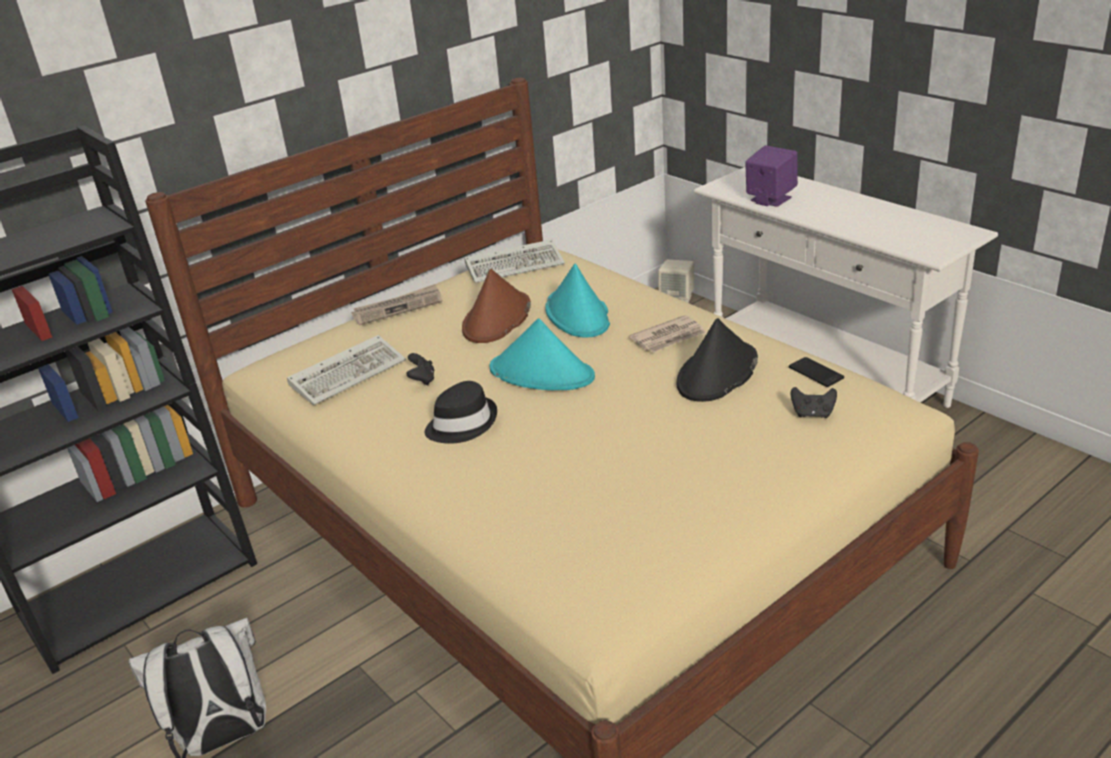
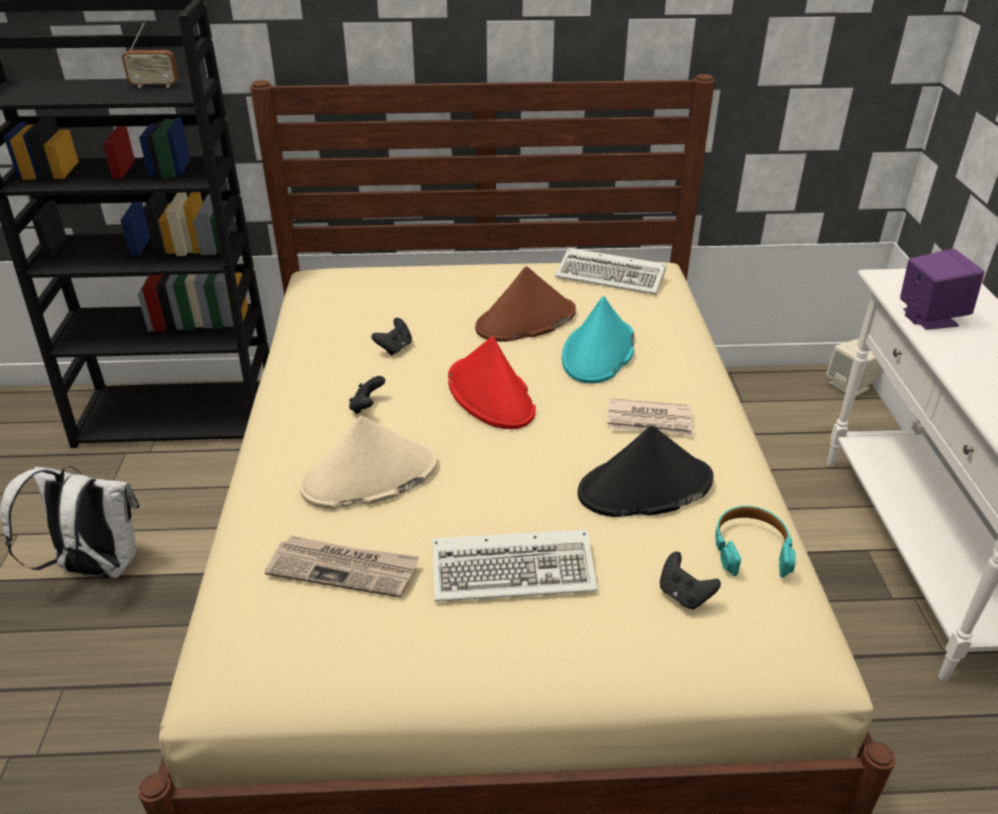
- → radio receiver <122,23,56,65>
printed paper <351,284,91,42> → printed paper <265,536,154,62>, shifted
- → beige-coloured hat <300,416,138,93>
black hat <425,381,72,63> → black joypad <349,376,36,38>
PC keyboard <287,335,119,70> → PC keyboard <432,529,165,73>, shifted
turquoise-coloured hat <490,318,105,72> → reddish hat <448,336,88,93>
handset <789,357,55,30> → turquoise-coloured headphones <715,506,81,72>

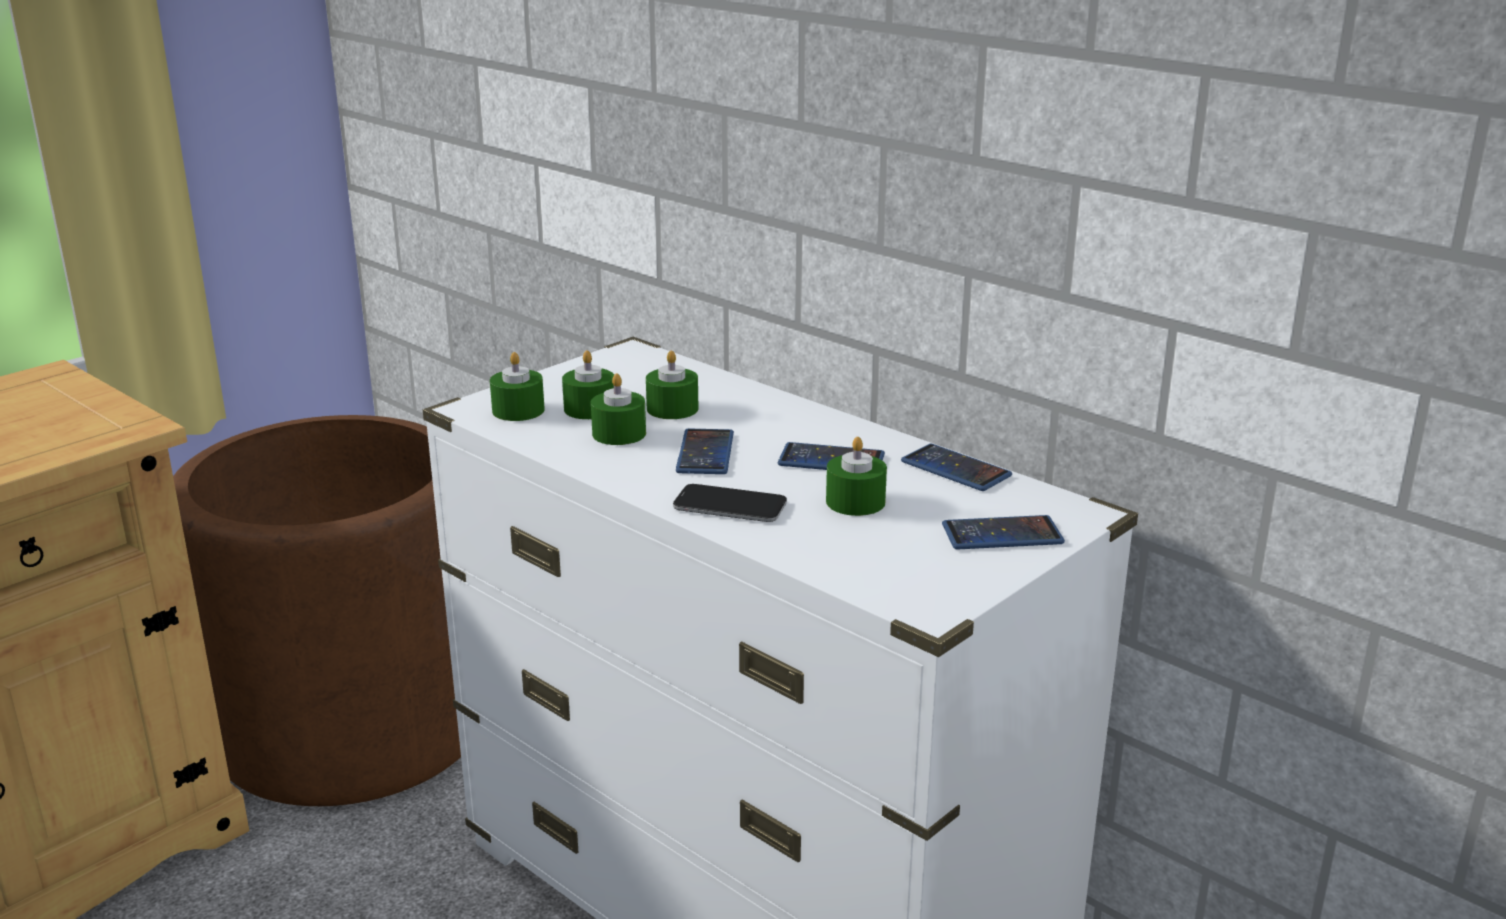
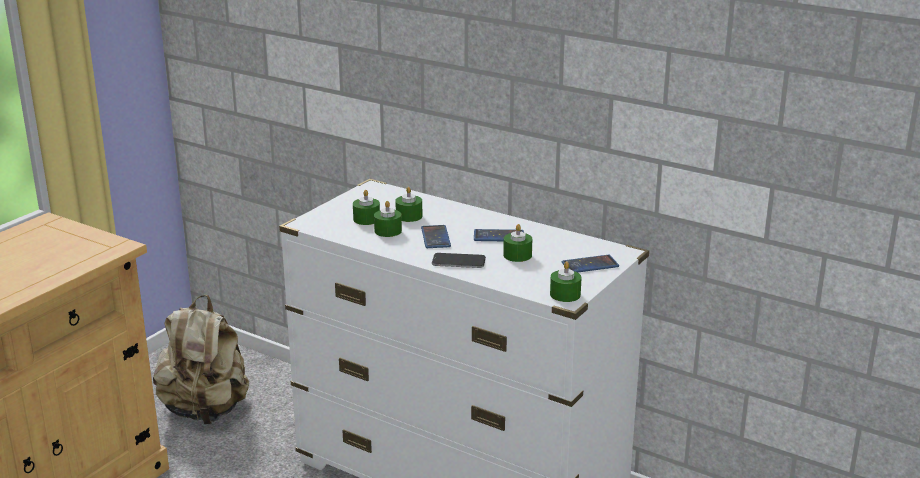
brown planter <173,415,288,391> → beige-coloured backpack <153,295,96,130>
green-coloured wax light <490,352,55,69> → green-coloured wax light <550,262,31,40>, shifted
handset <901,444,111,47> → -

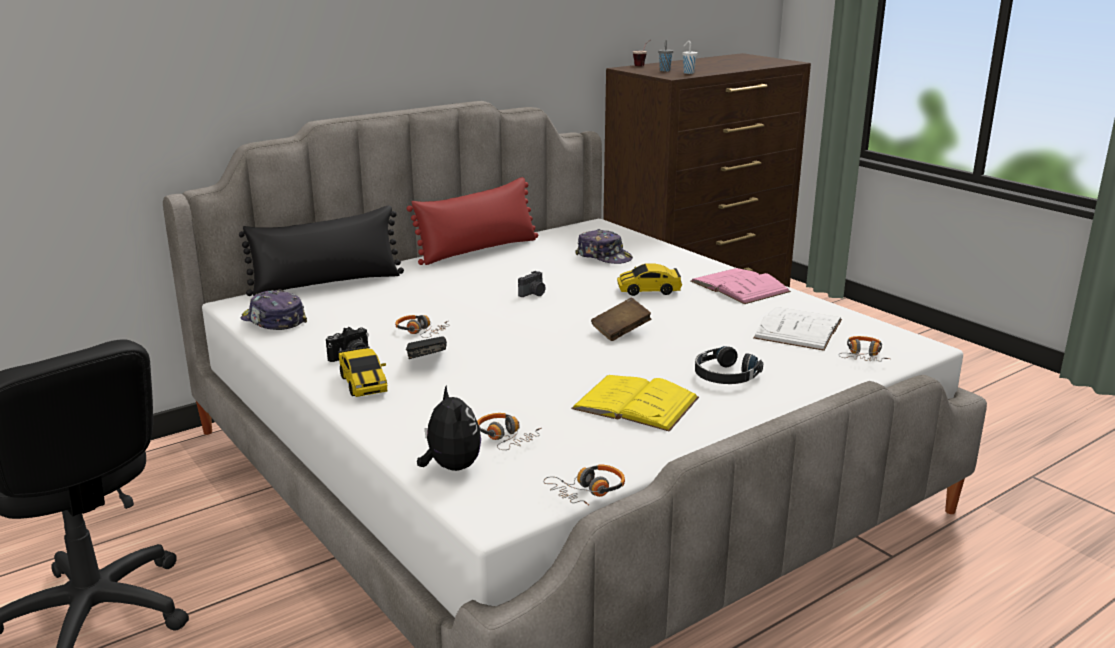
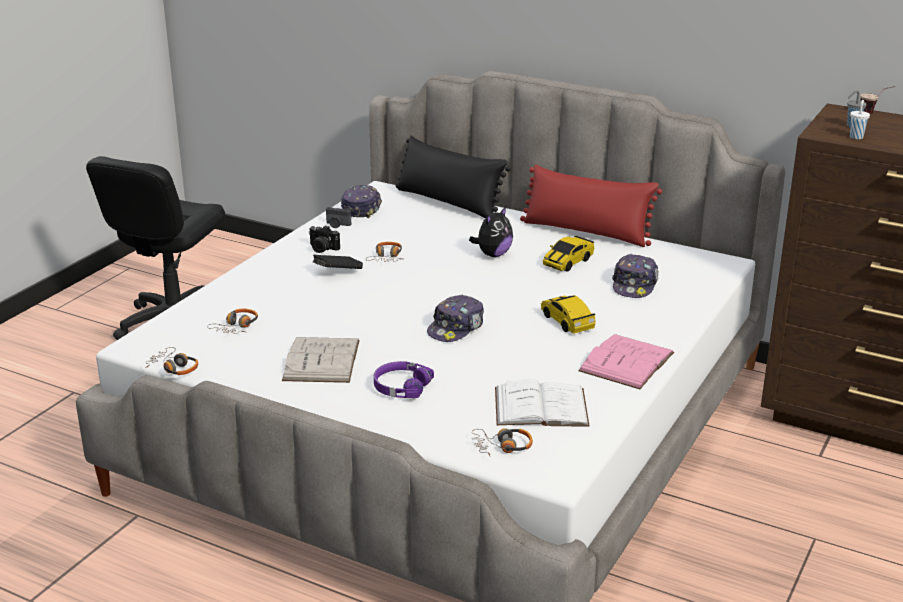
yellowish book <571,375,128,57> → whitish book <282,337,78,46>
photo camera <518,271,28,26> → photo camera <326,207,25,21>, shifted
black headphones <695,346,69,38> → purplish headphones <374,361,60,37>
brown book <591,298,61,43> → cap <427,294,57,48>
cuddly toy <417,385,64,86> → cuddly toy <469,207,44,50>, shifted
toy car <338,346,50,51> → toy car <543,236,51,36>, shifted

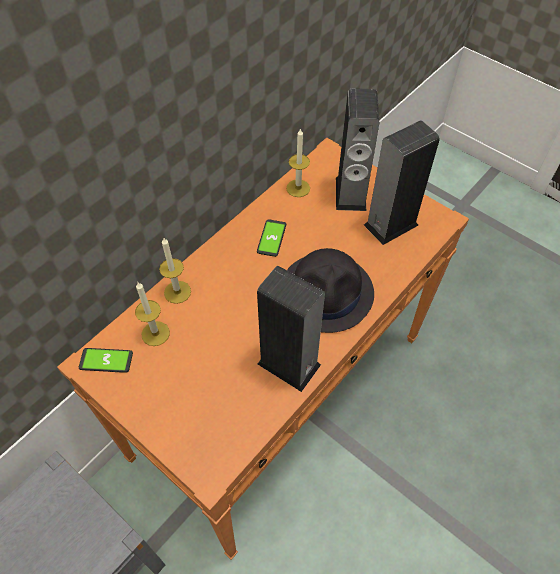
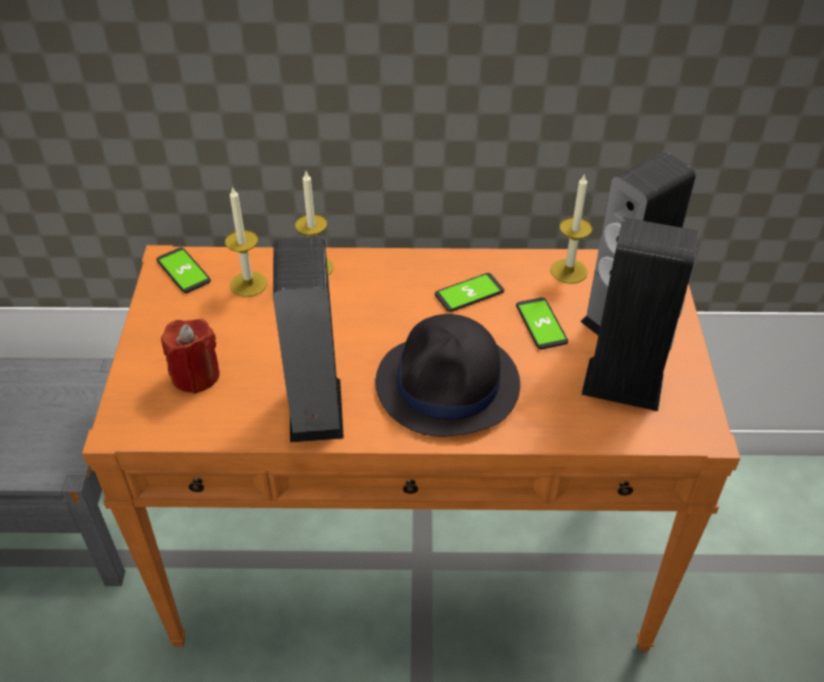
- → reddish wax light <161,319,58,75>
- → handset <516,297,52,52>

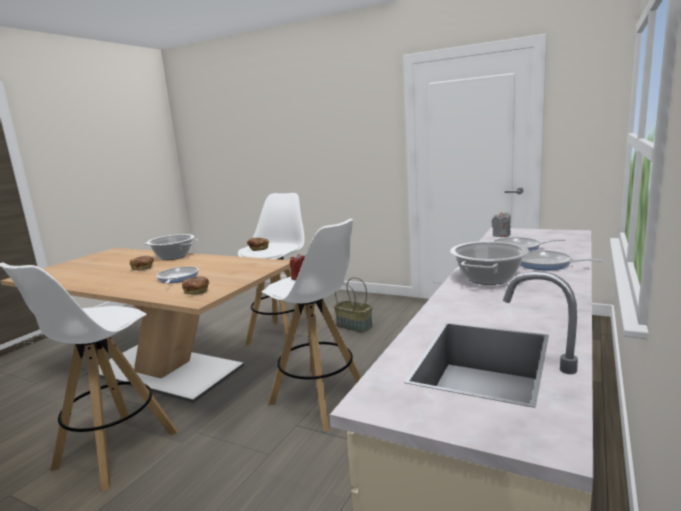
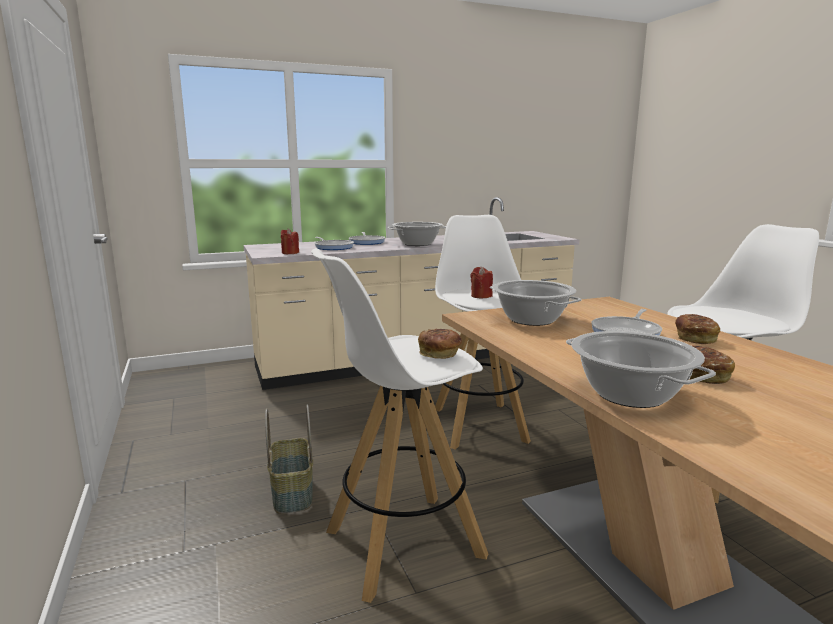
gray wax light <491,212,20,25> → reddish wax light <281,228,18,26>
- → saucepot <490,280,91,46>
bakery bread <182,276,27,19> → bakery bread <675,314,45,30>, shifted

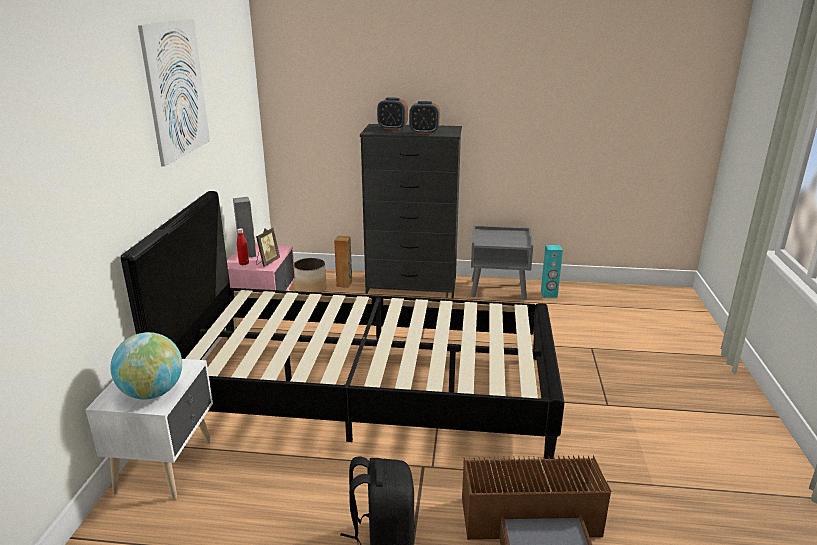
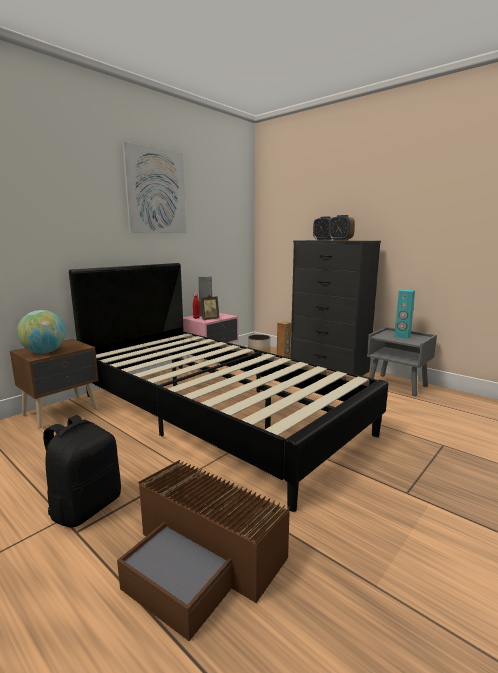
whitish nightstand <85,359,128,141> → brown nightstand <10,339,89,89>
turquoise-coloured audio speaker <541,245,22,53> → turquoise-coloured audio speaker <394,289,21,50>, shifted

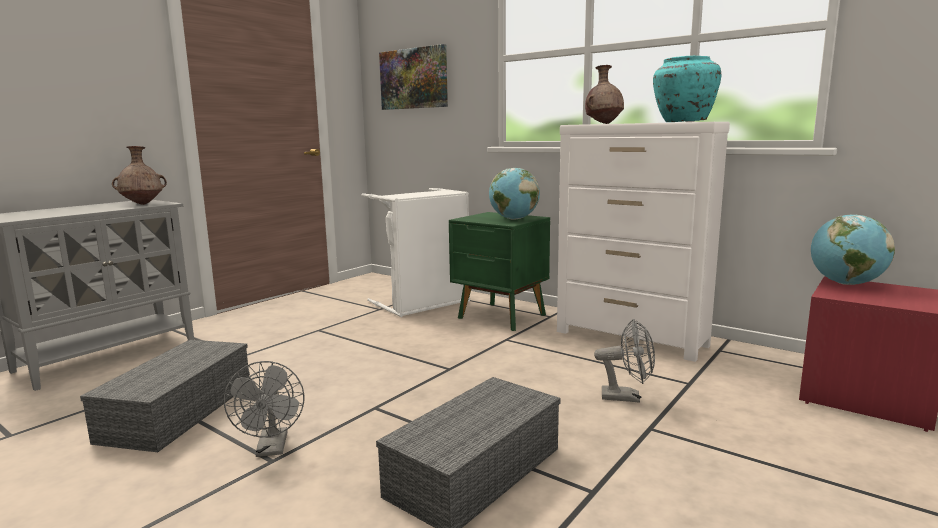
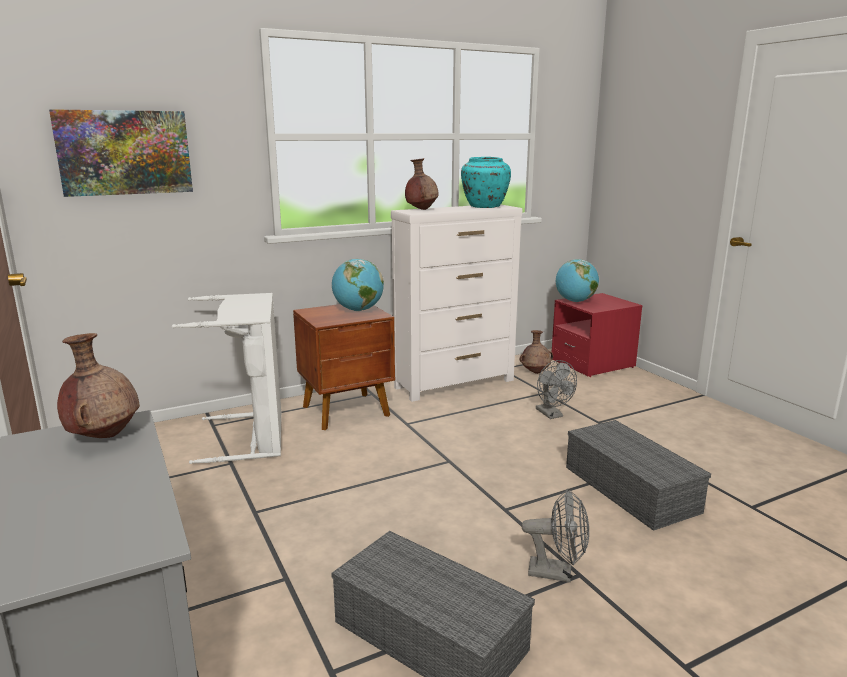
green-coloured nightstand <449,212,101,119> → brown nightstand <293,304,102,126>
- → brown decorative vase <520,330,33,44>
gray electric fan <594,319,61,84> → gray electric fan <536,360,41,59>, 120 degrees clockwise

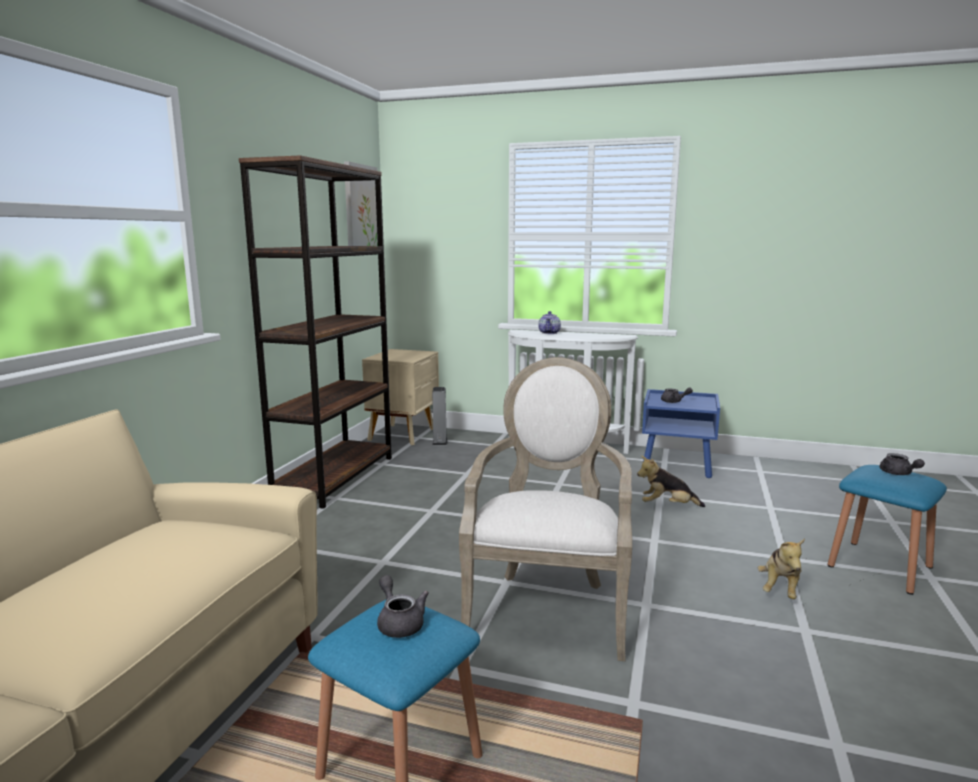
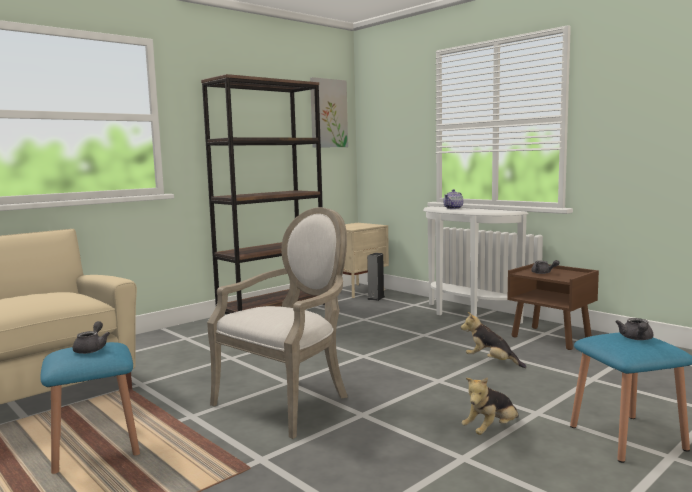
blue-coloured nightstand <642,389,78,89> → brown nightstand <508,263,91,87>

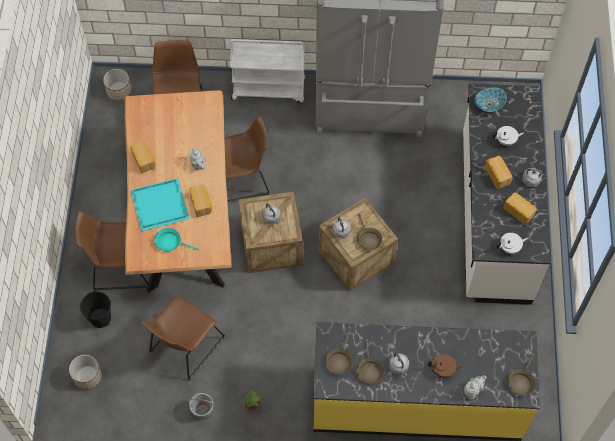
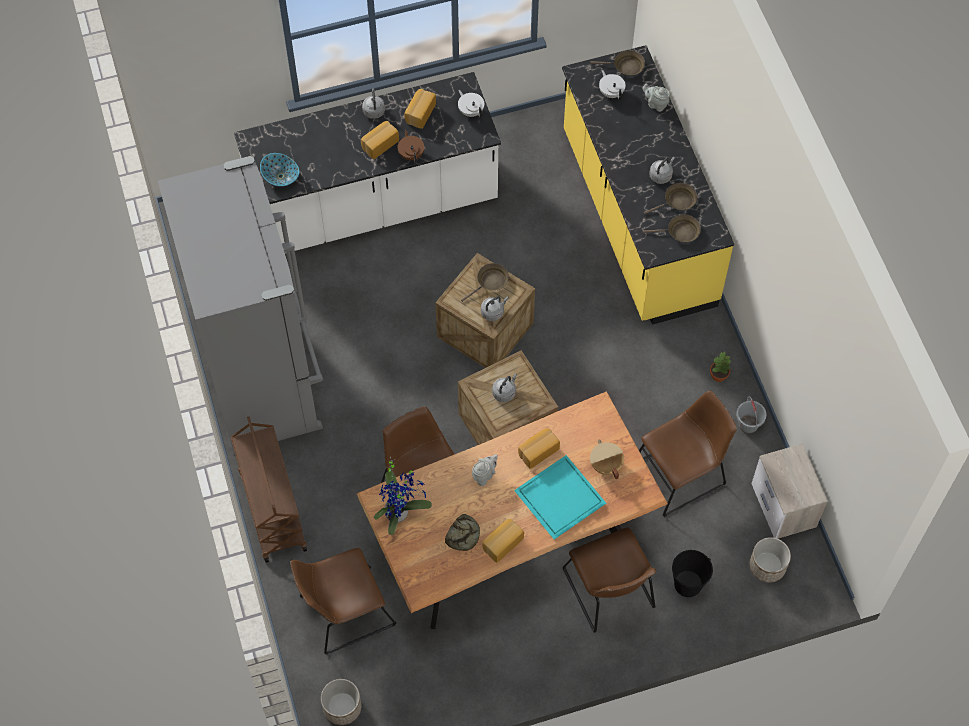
whitish trolley <230,39,75,64> → brown trolley <231,416,76,147>
- → houseplant <374,457,58,78>
brown tea pot <428,354,35,23> → brown tea pot <398,130,26,33>, shifted
- → bakery bread <445,514,35,37>
turquoise-coloured pan <155,228,45,23> → beige-coloured saucepot <590,439,34,41>
whitish tea pot <493,126,31,20> → whitish tea pot <599,70,27,30>, shifted
brown upright chair <142,295,83,84> → brown upright chair <639,390,98,127>, 45 degrees counterclockwise
- → nightstand <751,443,77,96>

